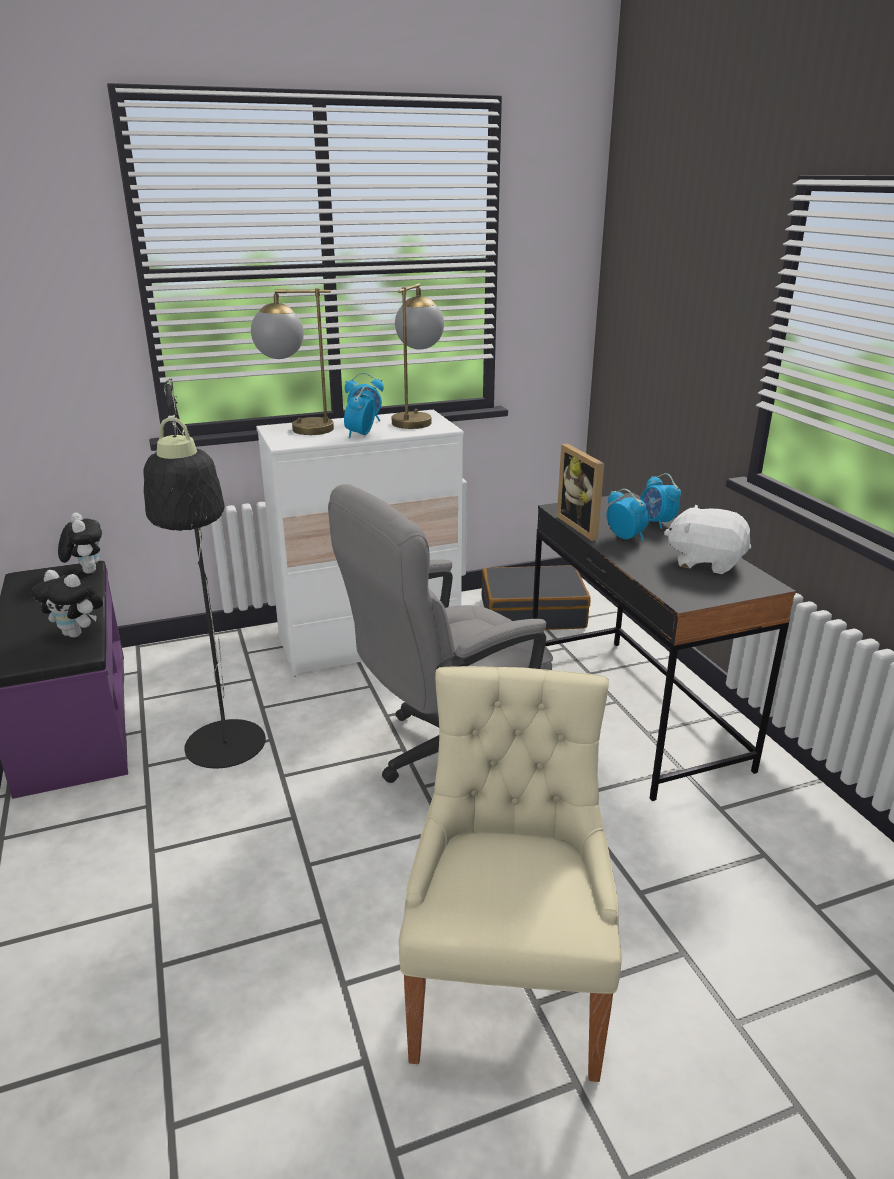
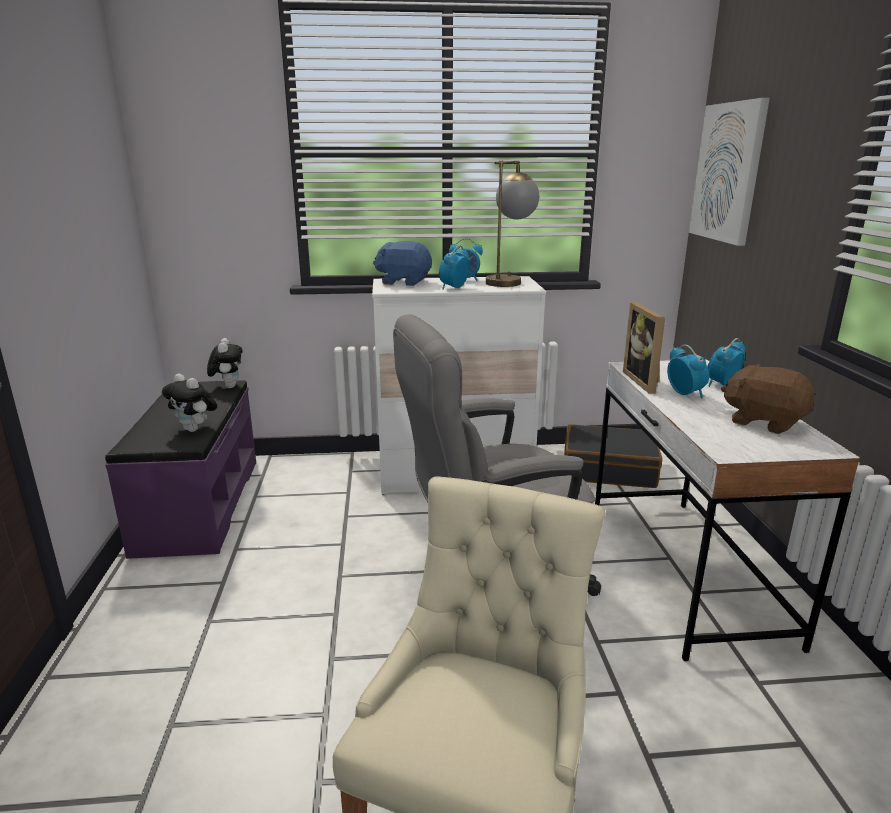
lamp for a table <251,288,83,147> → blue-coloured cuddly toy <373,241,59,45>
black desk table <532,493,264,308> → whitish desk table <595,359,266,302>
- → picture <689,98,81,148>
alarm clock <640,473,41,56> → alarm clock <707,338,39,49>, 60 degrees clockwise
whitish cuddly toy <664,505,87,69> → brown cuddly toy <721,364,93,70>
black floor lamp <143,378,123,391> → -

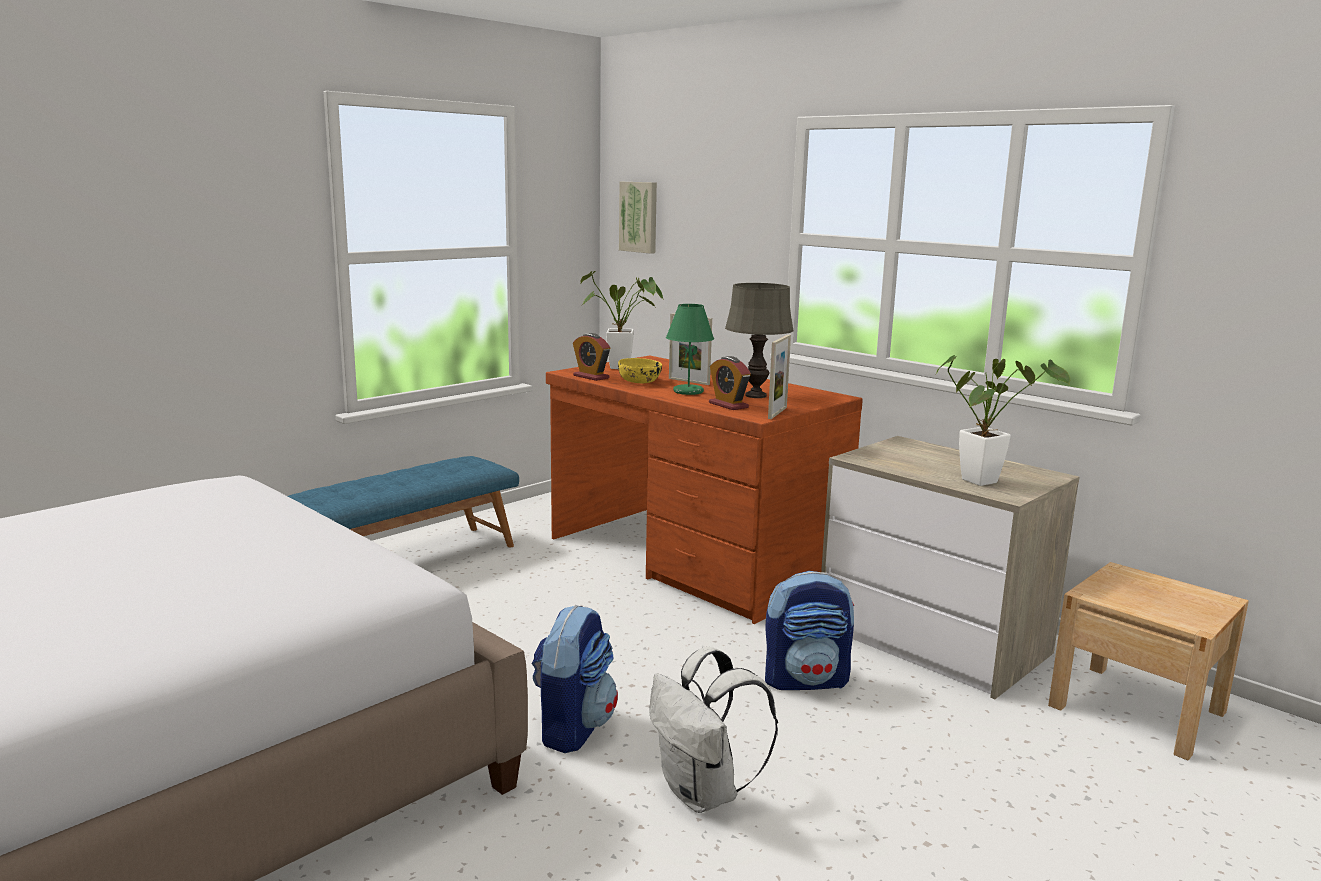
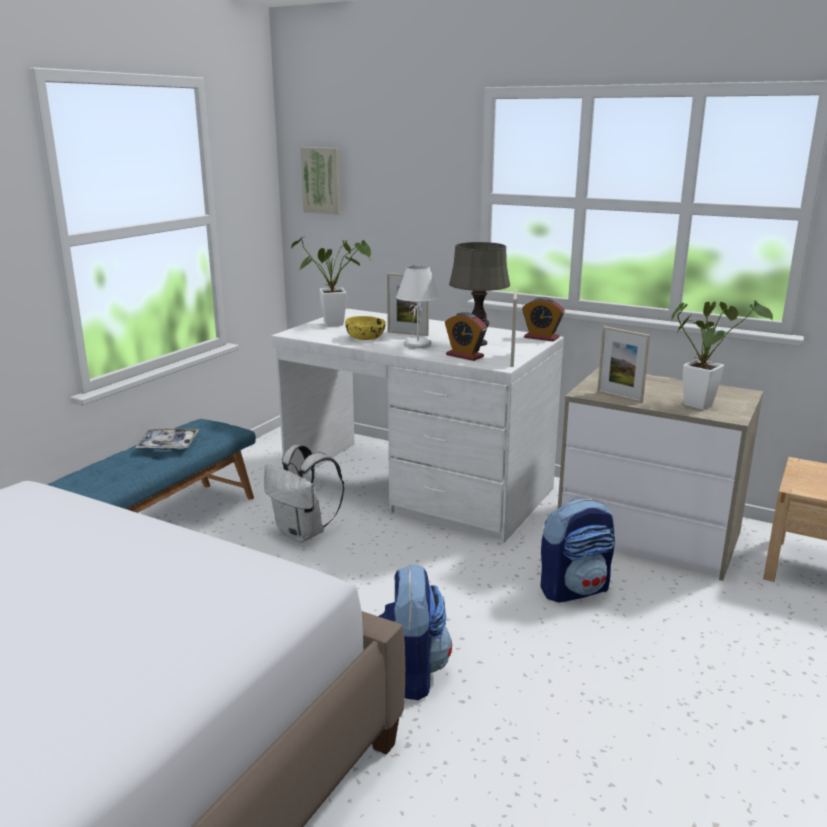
- → carrying tray <135,429,64,21>
whitish backpack <649,647,129,166> → whitish backpack <264,444,80,98>, shifted
brown desk table <546,356,317,268> → whitish desk table <271,309,293,234>
green-coloured lamp for a table <666,304,48,91> → whitish lamp for a table <396,265,44,83>
alarm clock <573,333,37,48> → alarm clock <522,297,43,45>, shifted
- → standing frame <597,326,53,77>

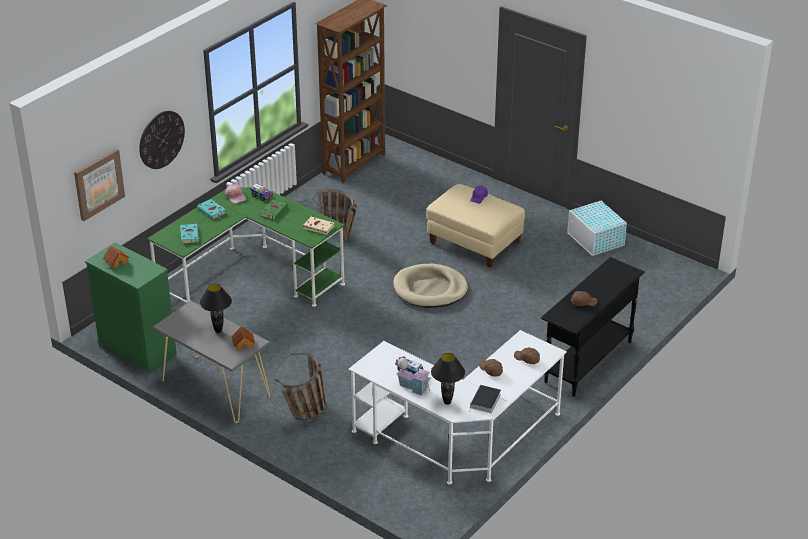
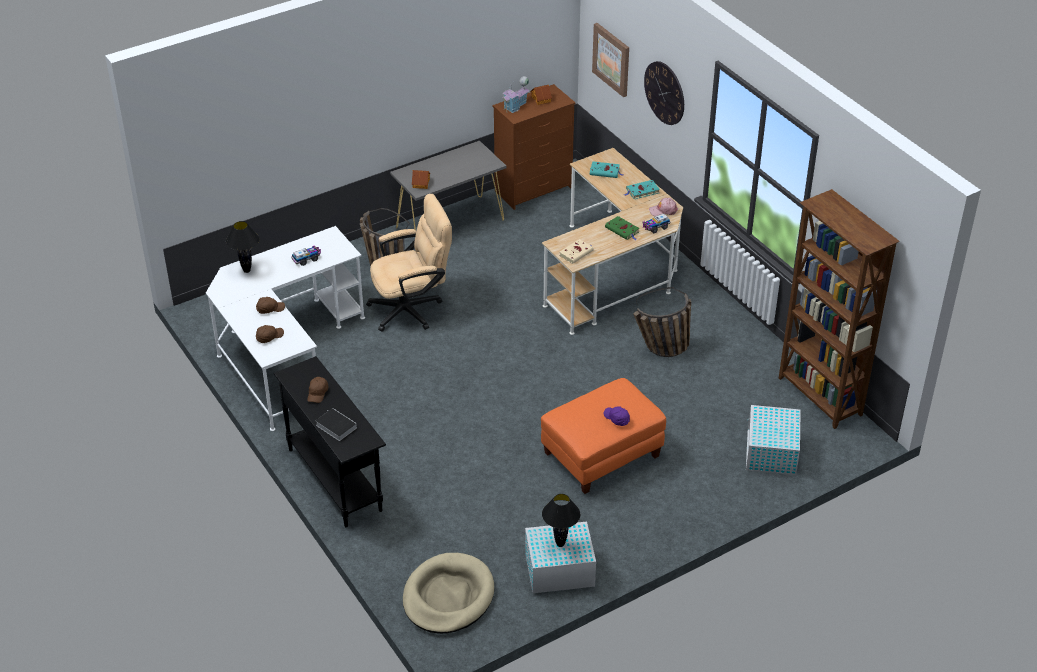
book <469,385,32,28> → book <316,408,41,33>, shifted
- → beige-coloured computer chair <366,194,86,138>
beige-coloured dog cushion <393,264,75,44> → beige-coloured dog cushion <403,553,91,81>, shifted
green-coloured dresser <85,242,92,132> → brown dresser <493,84,83,126>
miniature house <396,358,36,38> → miniature house <502,76,28,37>, shifted
beige-coloured ottoman <426,184,99,83> → orange-coloured ottoman <541,378,125,116>
green-coloured desk table <147,187,198,120> → beige-coloured desk table <542,148,141,187>
black lamp for a table <200,284,32,49> → black lamp for a table <542,494,39,53>, shifted
- → whitish storage bin <746,405,55,70>

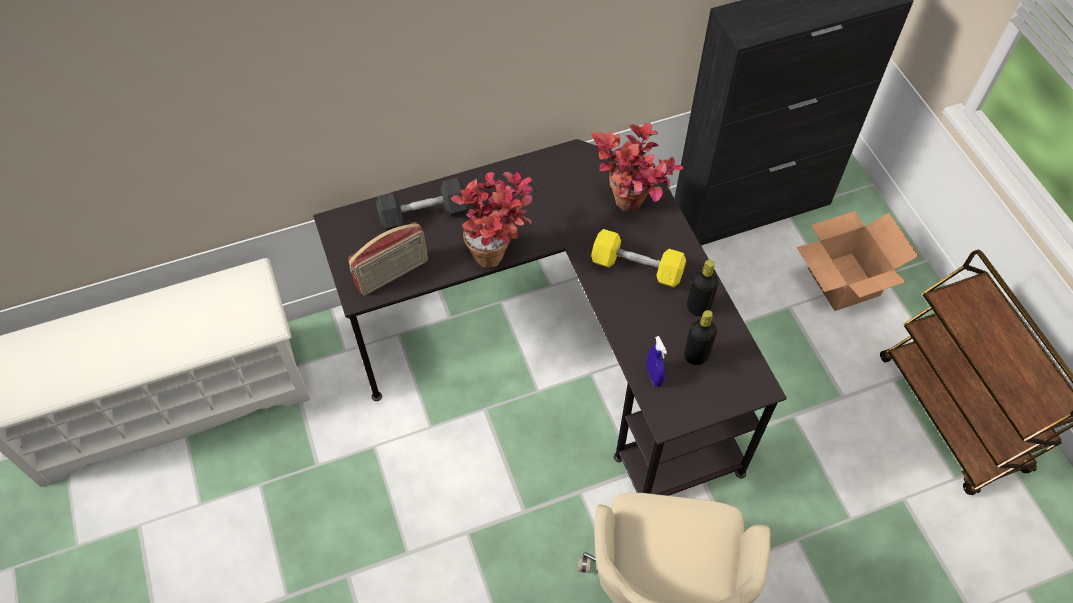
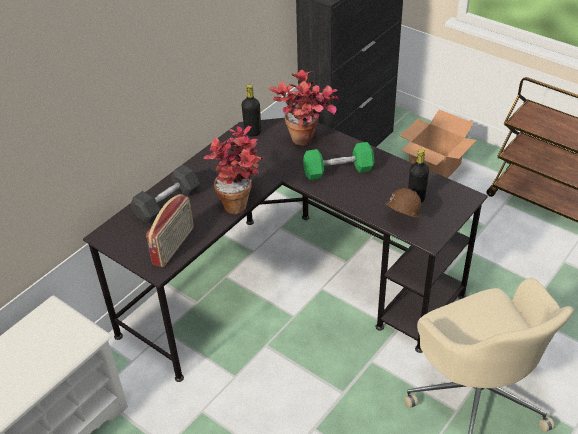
black beverage bottle <687,260,31,57> → black beverage bottle <242,85,19,52>, shifted
yellowish dumbbell <591,229,95,59> → green-coloured dumbbell <303,142,71,38>
blue-coloured spray bottle <646,336,21,51> → brown safety helmet <386,188,35,29>

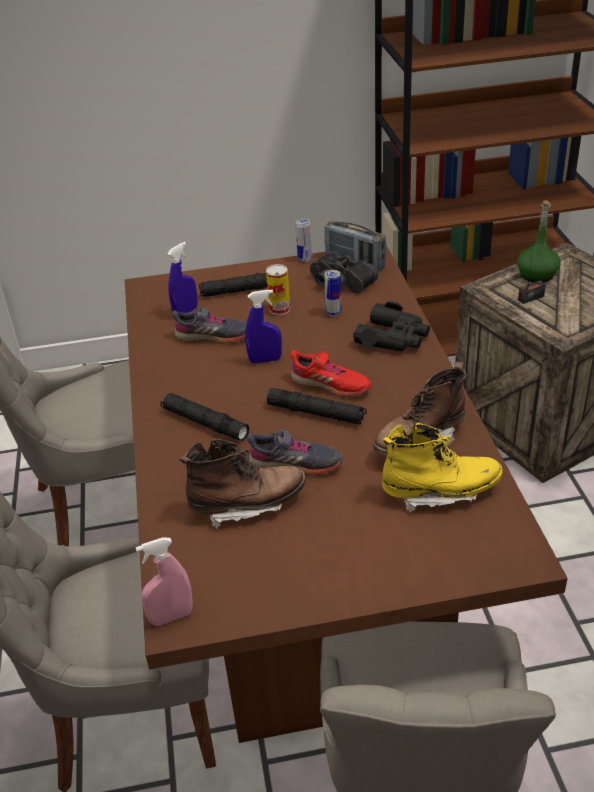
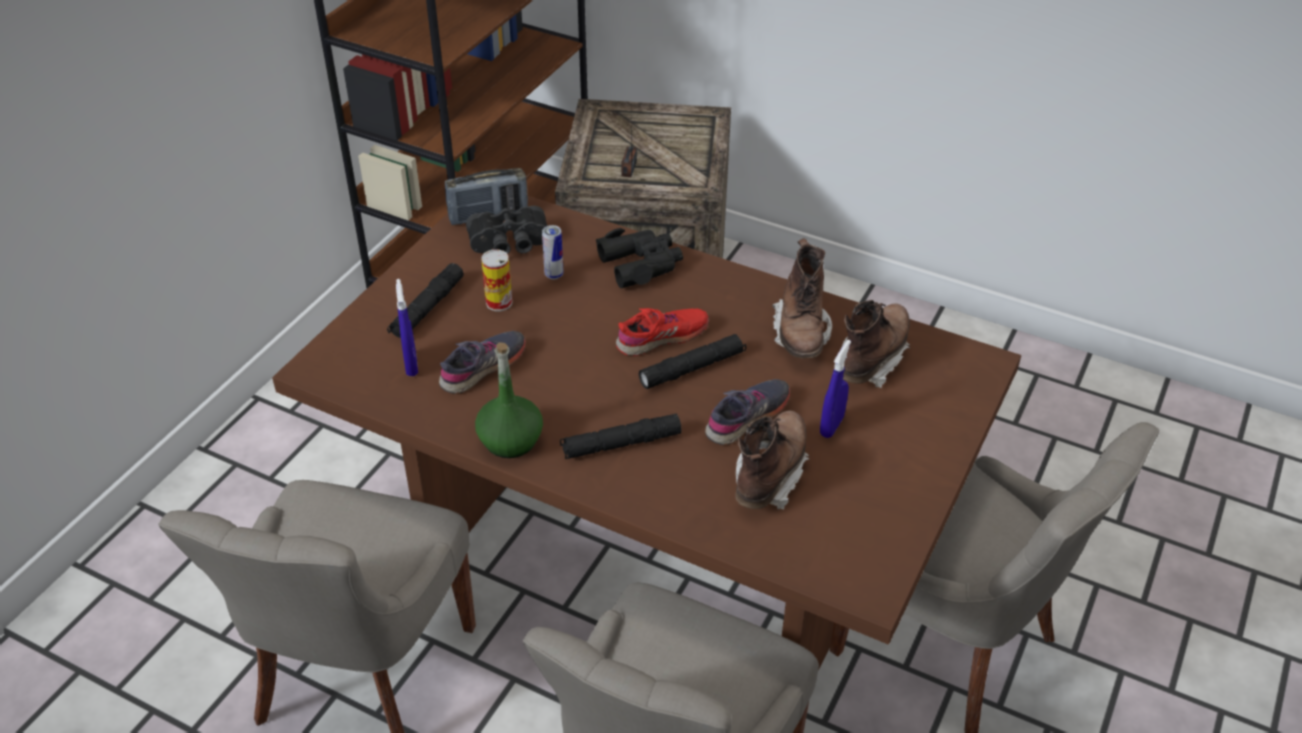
green-coloured beverage bottle <517,200,44,83> → green-coloured beverage bottle <475,342,68,116>, shifted
blue-coloured spray bottle <245,289,37,75> → blue-coloured spray bottle <820,340,31,98>, shifted
yellowish tall boot <382,423,120,90> → brown tall boot <842,300,68,88>
pink spray bottle <136,537,57,89> → -
sealed can <296,219,16,43> → -

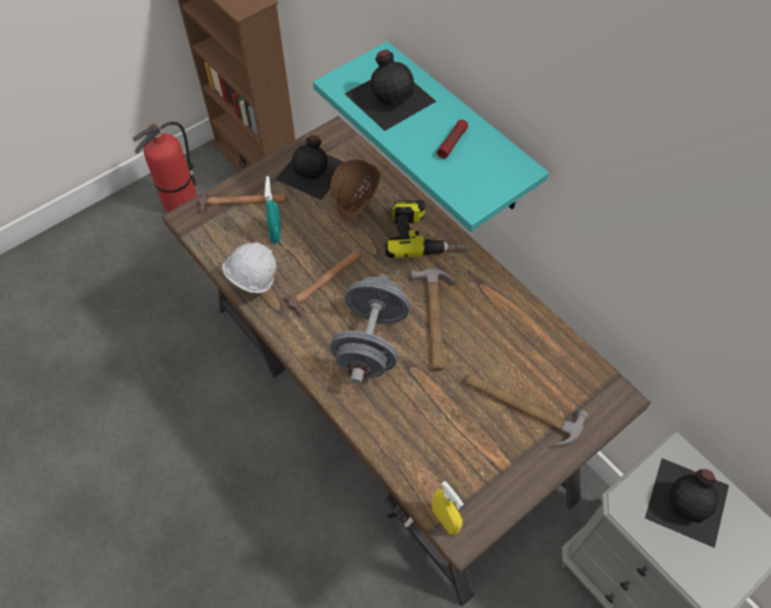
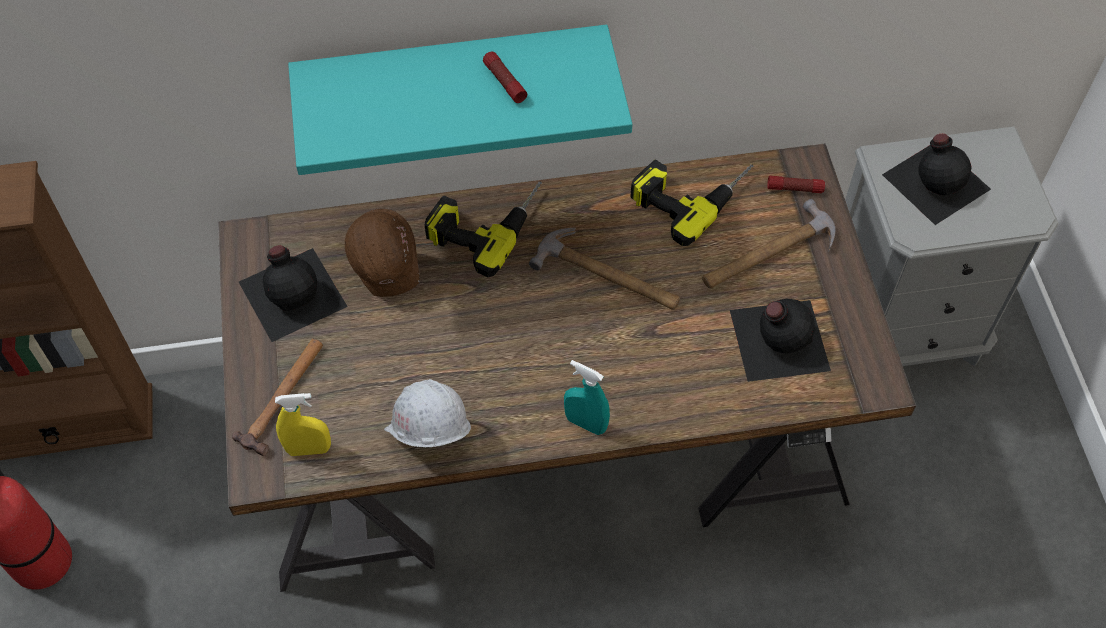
yellowish spray bottle <432,481,31,54> → yellowish spray bottle <275,393,56,63>, shifted
turquoise-coloured spray bottle <265,176,16,68> → turquoise-coloured spray bottle <564,360,46,75>, shifted
- → drill <630,160,123,86>
black beverage bottle <345,50,91,81> → black beverage bottle <730,299,101,83>, shifted
- → torch <767,176,58,17>
tool hammer <284,250,78,66> → -
gray dumbbell <330,274,80,110> → -

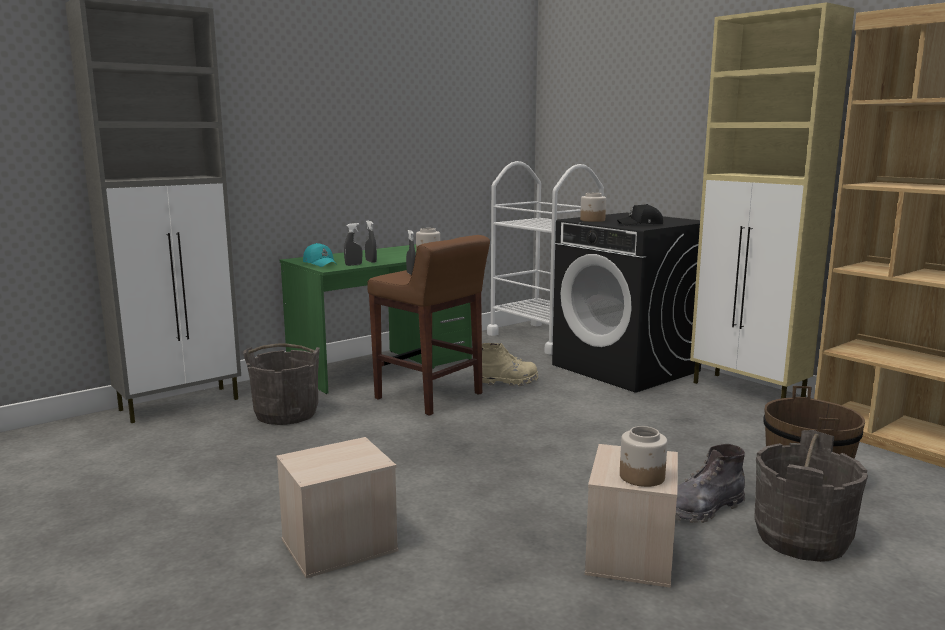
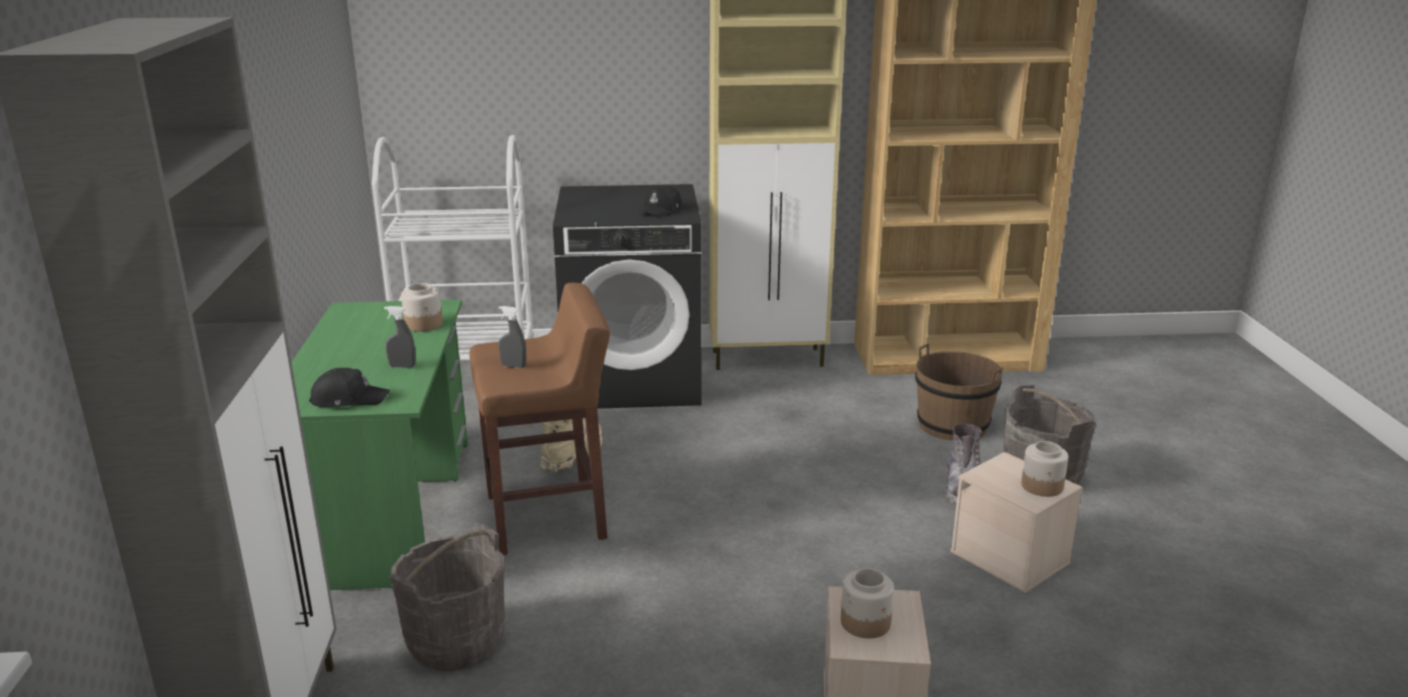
turquoise-coloured cap <303,243,34,24> → black cap <309,368,81,39>
storage jar <580,193,26,29> → storage jar <841,568,53,70>, shifted
gray spray bottle <344,223,18,43> → -

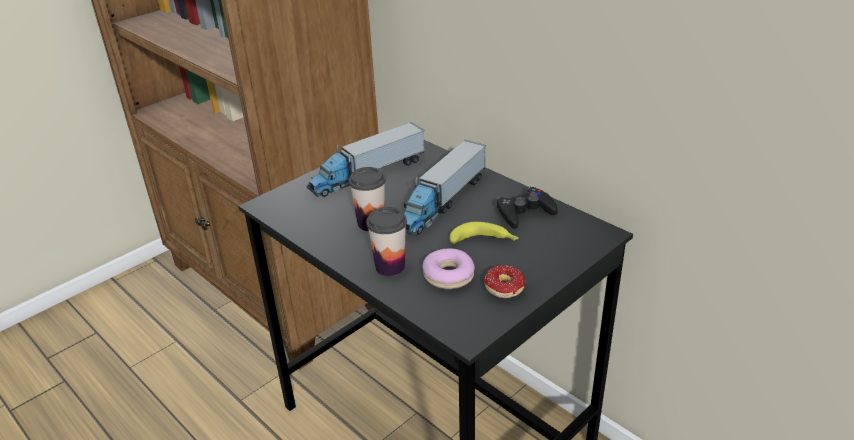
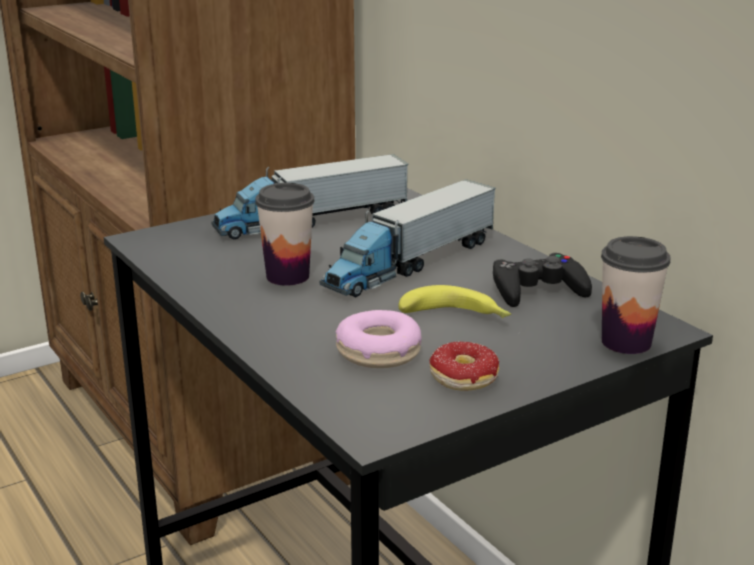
cup <366,207,41,69> → cup <601,236,70,118>, shifted

